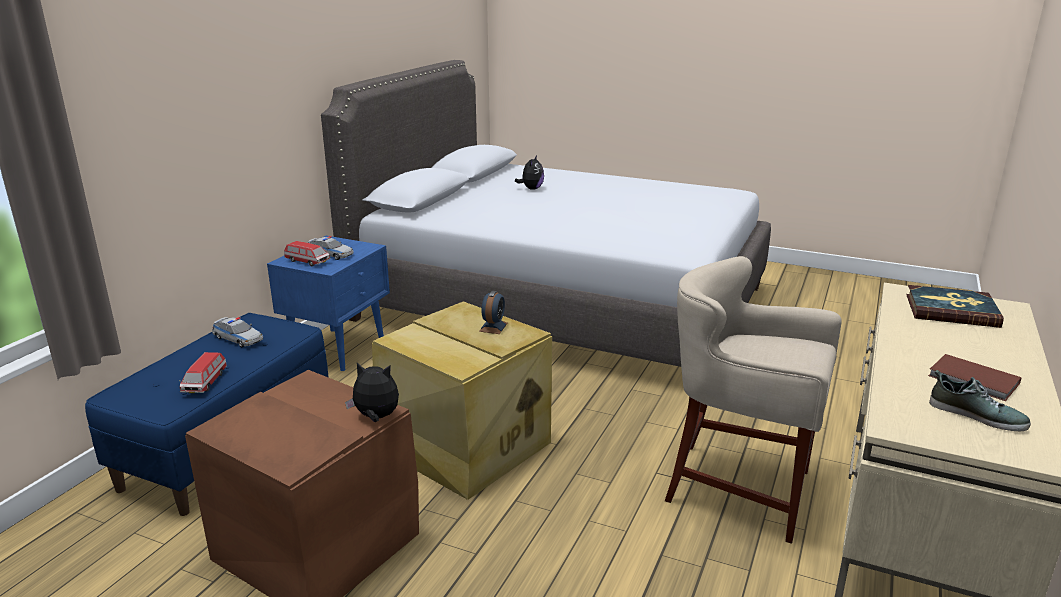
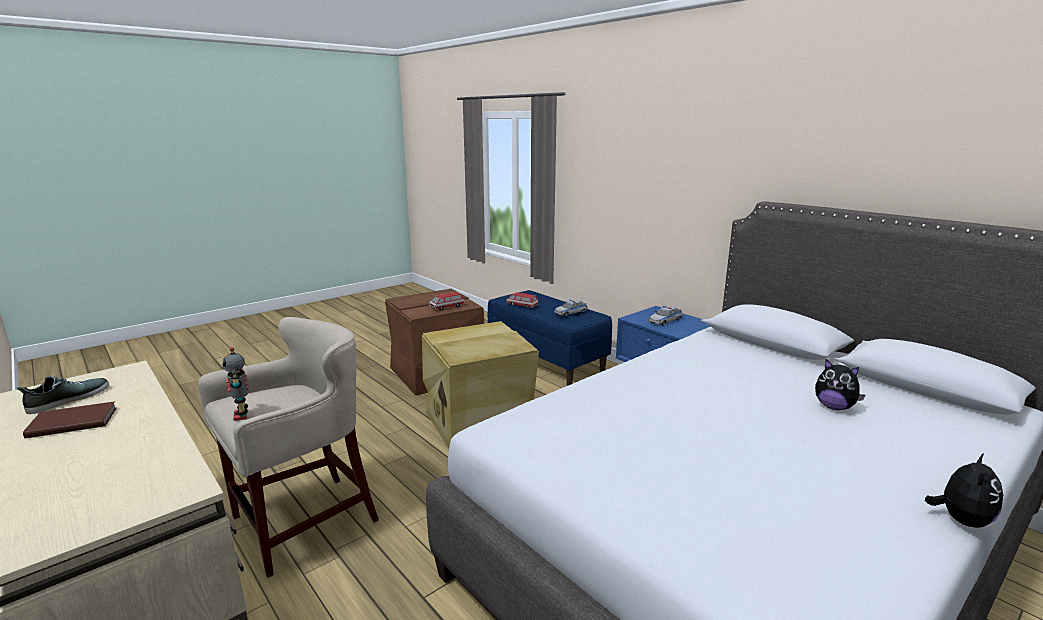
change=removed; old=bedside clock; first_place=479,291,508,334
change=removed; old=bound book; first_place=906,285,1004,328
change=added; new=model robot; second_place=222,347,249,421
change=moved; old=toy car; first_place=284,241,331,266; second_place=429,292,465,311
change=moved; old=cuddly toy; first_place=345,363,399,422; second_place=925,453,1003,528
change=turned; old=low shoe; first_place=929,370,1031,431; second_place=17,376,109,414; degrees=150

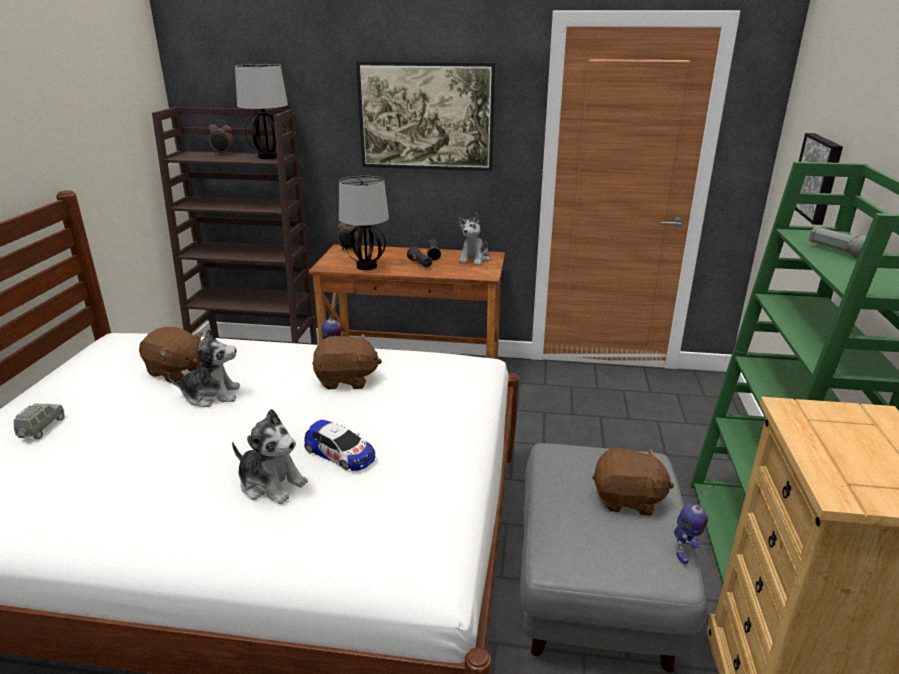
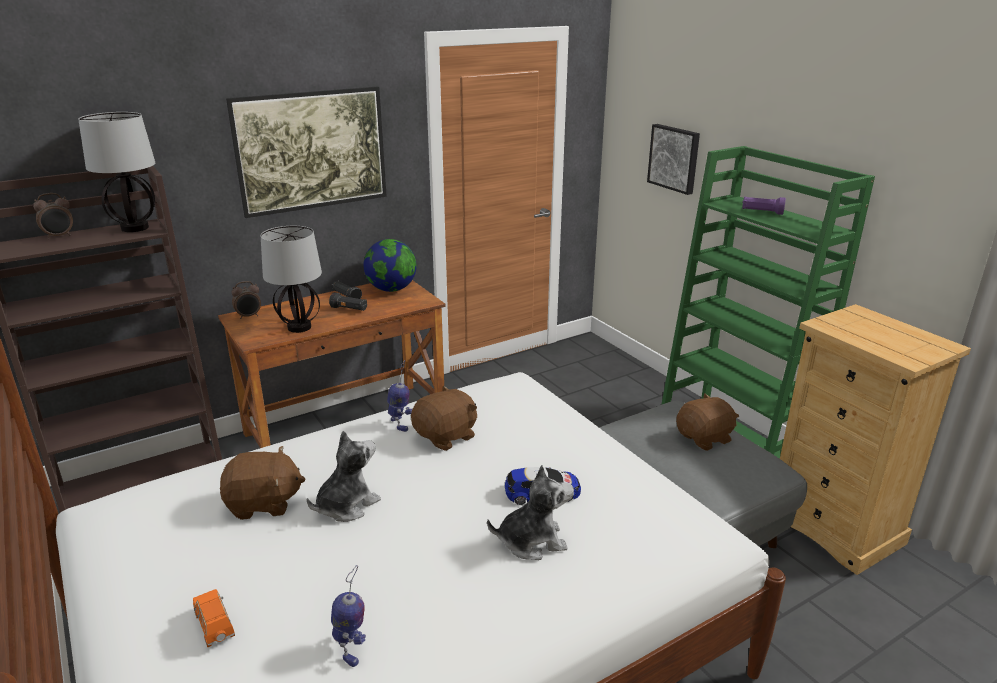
change=moved; old=model robot; first_place=674,485,714,564; second_place=331,565,366,667
change=replaced; old=cuddly toy; new=world globe; first_place=459,213,490,266; second_place=364,239,417,292
change=recoloured; old=greyish toy car; new=orange toy car; first_place=14,403,65,439; second_place=193,589,235,648
change=recoloured; old=greyish hand torch; new=purplish hand torch; first_place=809,226,866,259; second_place=742,197,786,215

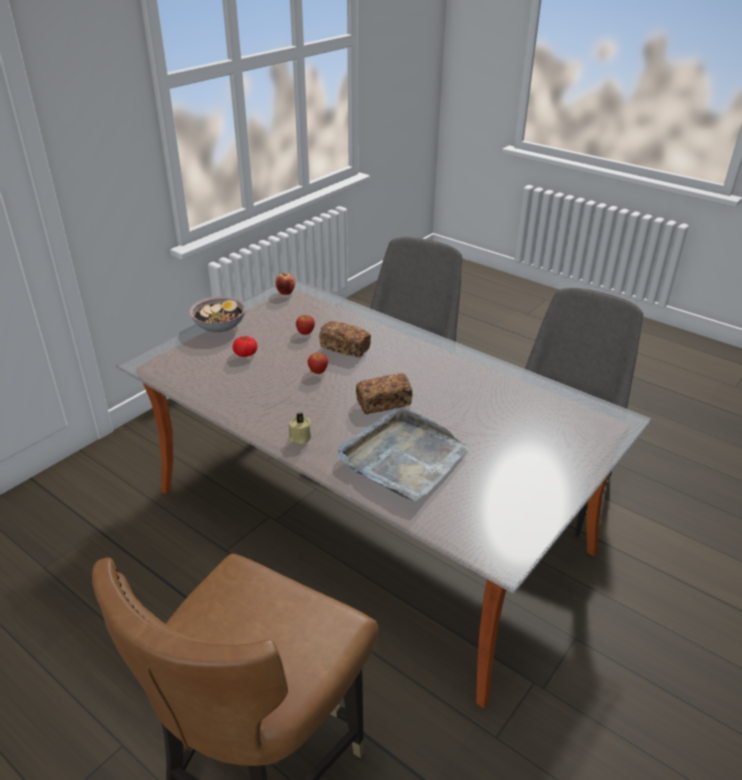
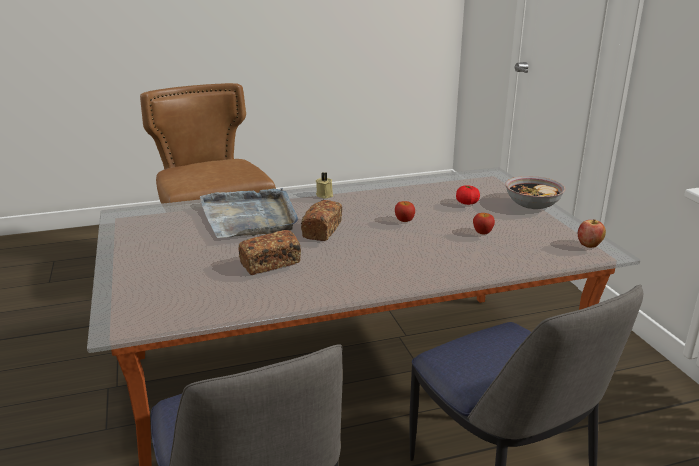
change=moved; old=baked bread; first_place=319,321,371,358; second_place=238,230,301,275

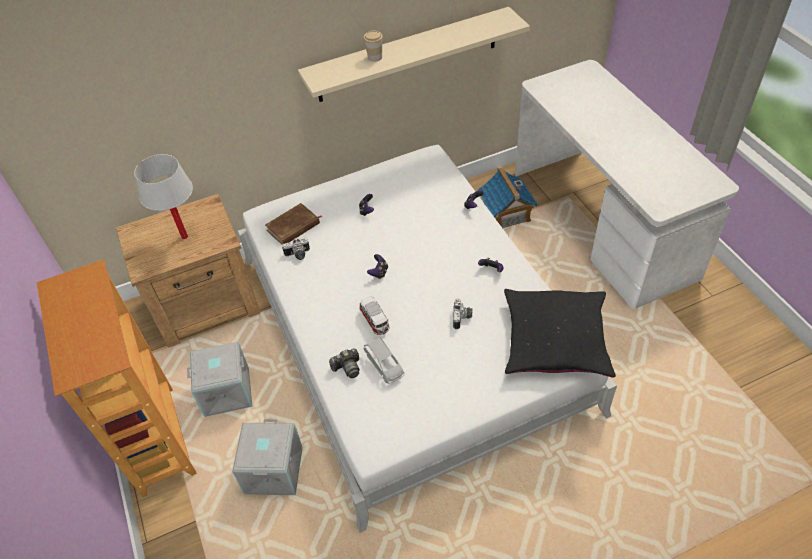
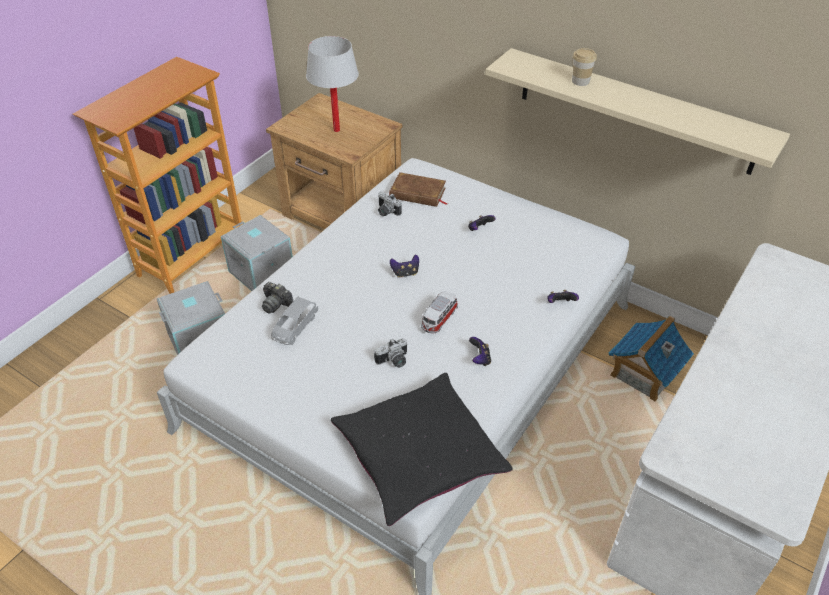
change=moved; old=toy car; first_place=359,296,390,335; second_place=421,291,458,334

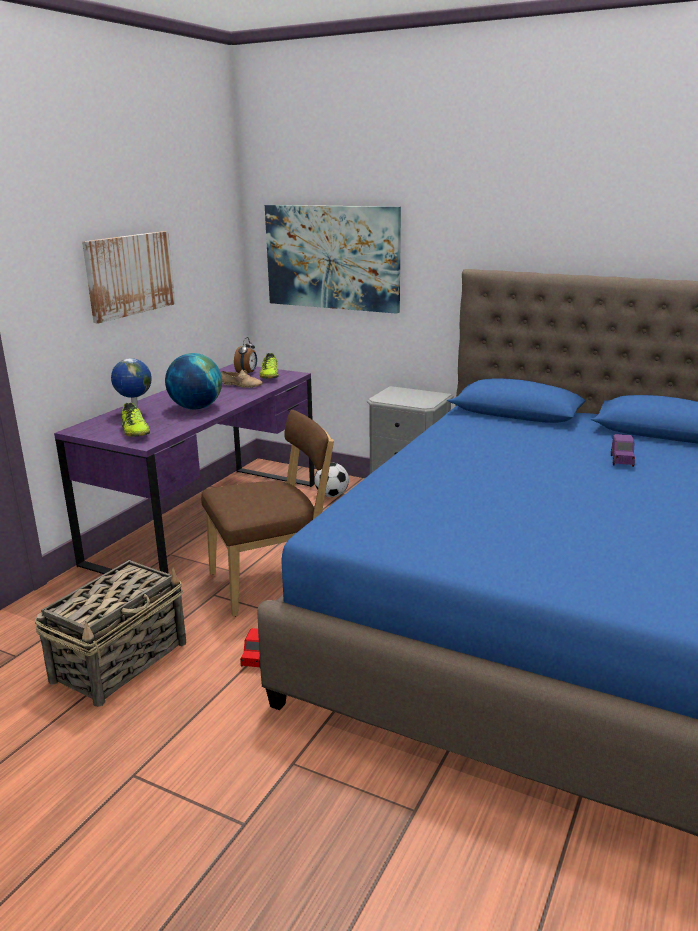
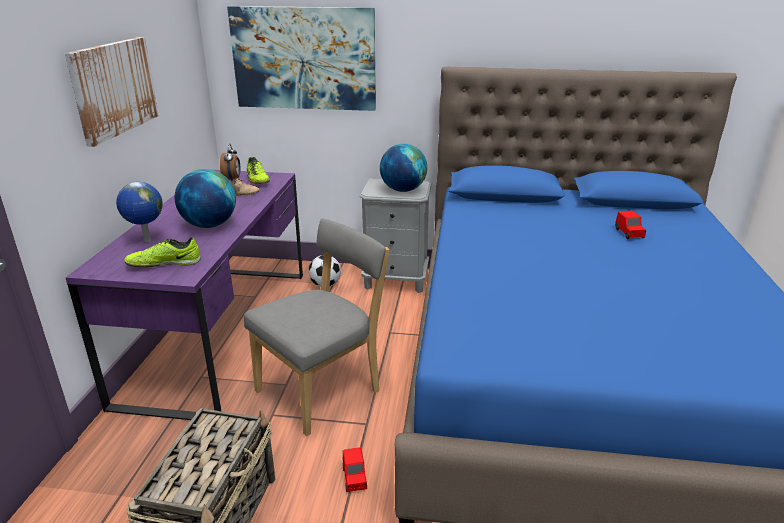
change=added; new=world globe; second_place=380,144,427,192
change=recoloured; old=brown-coloured plain chair; new=greyish plain chair; first_place=201,410,334,617; second_place=244,218,390,436
change=recoloured; old=purplish toy car; new=red-coloured toy car; first_place=611,434,635,467; second_place=615,210,646,239
change=turned; old=low shoe; first_place=122,403,150,437; second_place=124,237,201,268; degrees=120

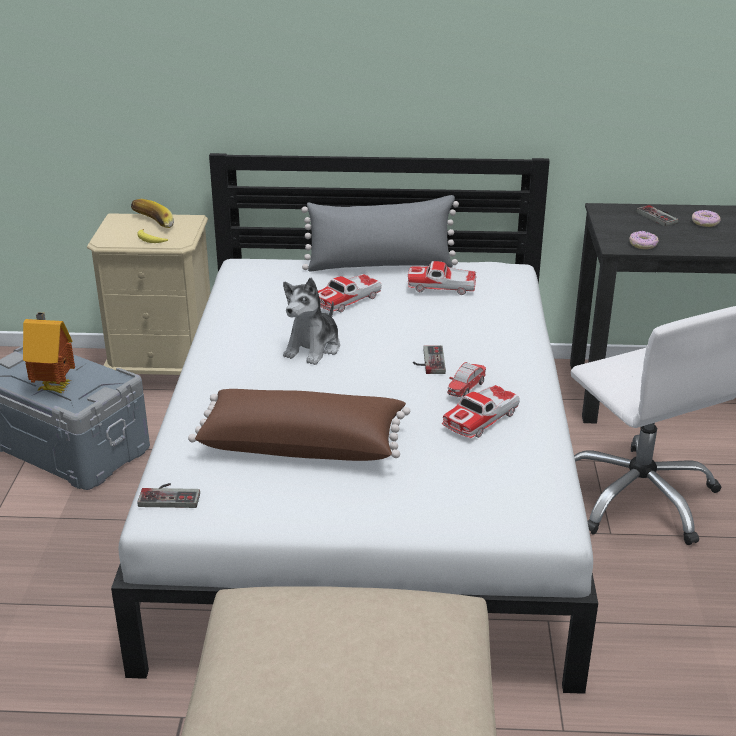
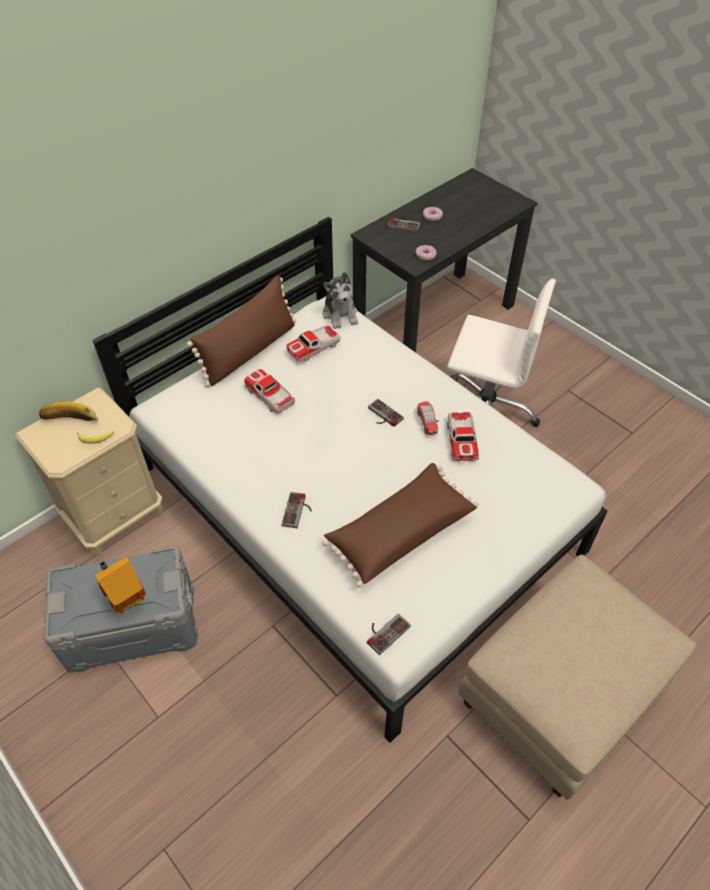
change=added; new=joypad; second_place=282,492,312,528
change=moved; old=cuddly toy; first_place=283,278,340,365; second_place=323,272,358,329
change=recoloured; old=greyish cushion; new=brown-coloured cushion; first_place=301,195,459,271; second_place=187,275,296,387
change=turned; old=toy car; first_place=318,274,382,313; second_place=244,369,295,414; degrees=135

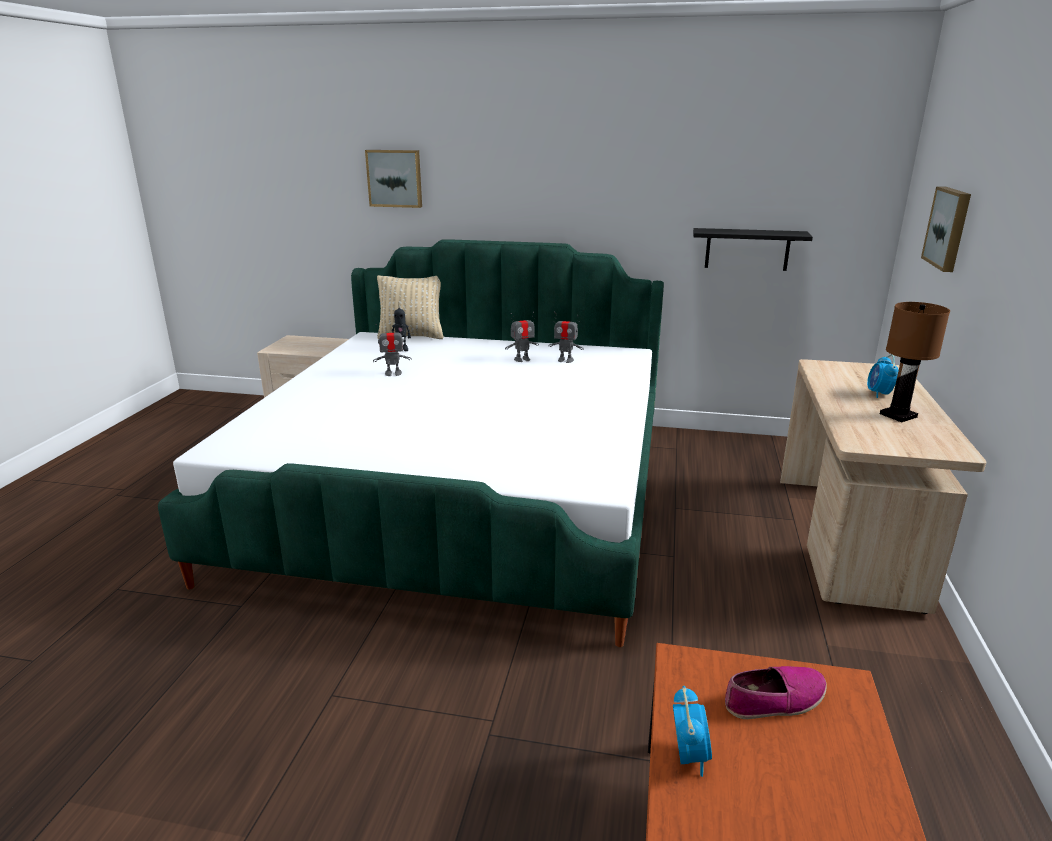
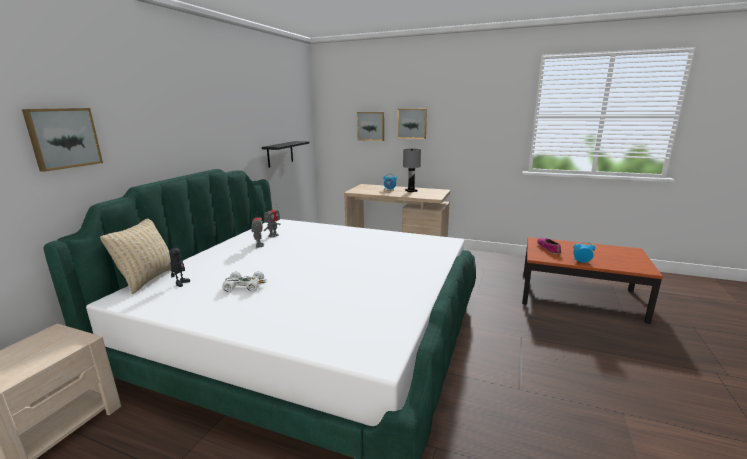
change=added; new=picture; second_place=397,109,427,139
change=replaced; old=model robot; new=whitish toy car; first_place=373,324,412,376; second_place=222,271,267,292
change=recoloured; old=brown-coloured tabletop lamp; new=greyish tabletop lamp; first_place=880,302,950,422; second_place=403,149,421,192

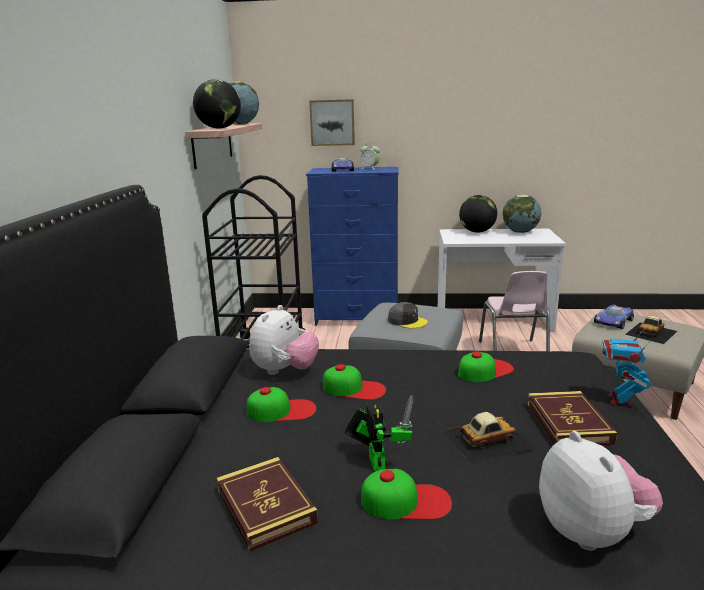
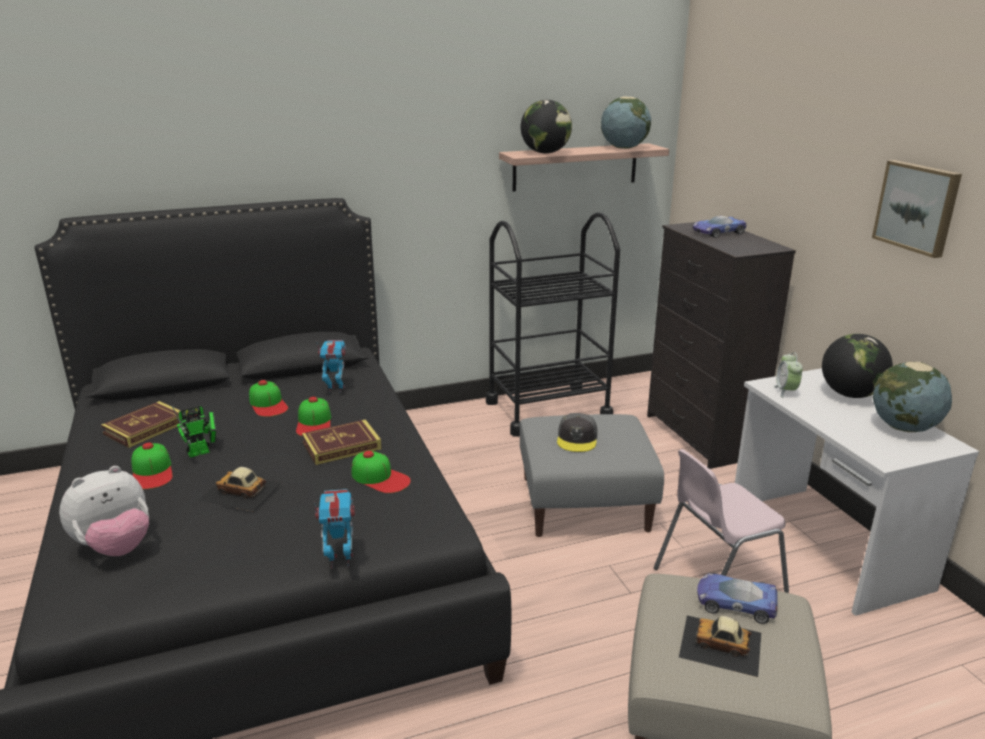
change=moved; old=picture; first_place=309,99,355,146; second_place=872,160,962,258
change=moved; old=bedside clock; first_place=360,143,380,170; second_place=774,352,803,398
change=moved; old=bound book; first_place=527,391,617,446; second_place=302,419,382,465
change=replaced; old=cuddly toy; new=model robot; first_place=249,305,319,375; second_place=316,340,346,393
change=recoloured; old=blue-coloured dresser; new=blackish dresser; first_place=306,167,399,326; second_place=647,222,796,469
change=turned; old=toy car; first_place=442,412,535,464; second_place=198,467,282,512; degrees=150

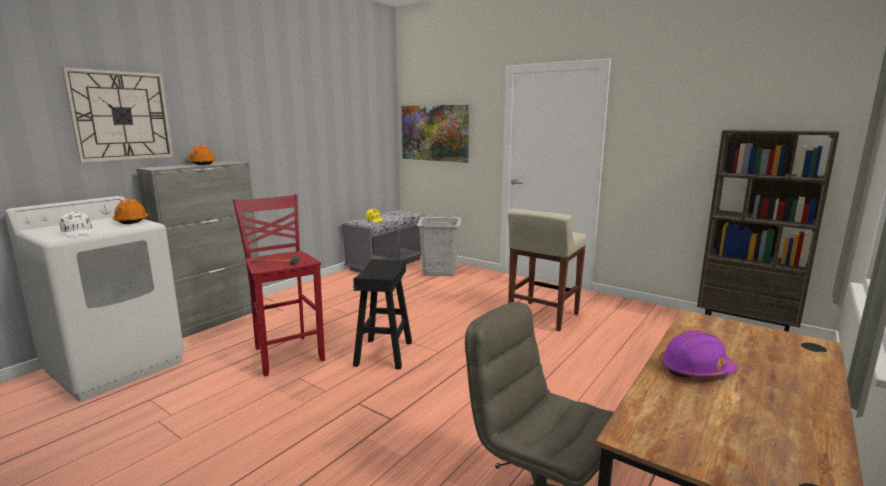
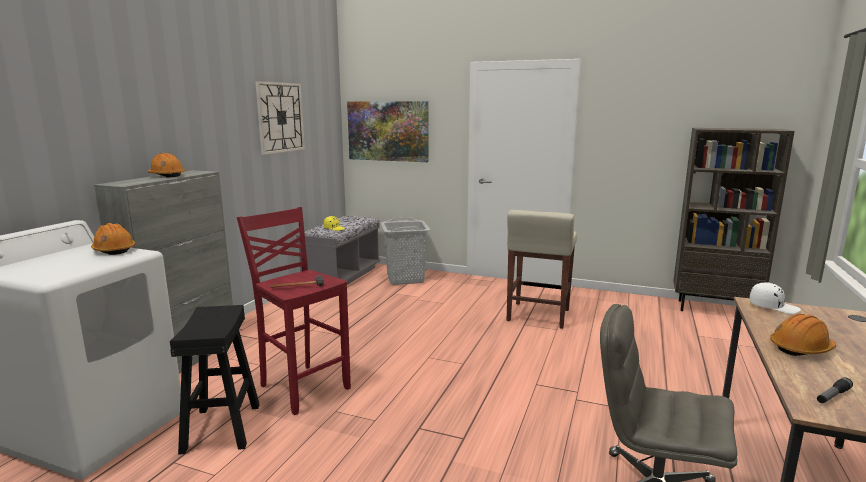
change=added; new=hand torch; second_place=817,377,853,403
change=moved; old=whitish cap; first_place=60,212,94,237; second_place=749,282,801,314
change=moved; old=wall clock; first_place=62,67,173,162; second_place=255,81,305,155
change=moved; old=blackish stool seat; first_place=353,259,412,370; second_place=170,305,260,455
change=recoloured; old=purplish safety helmet; new=orange safety helmet; first_place=660,330,738,377; second_place=770,314,836,356

